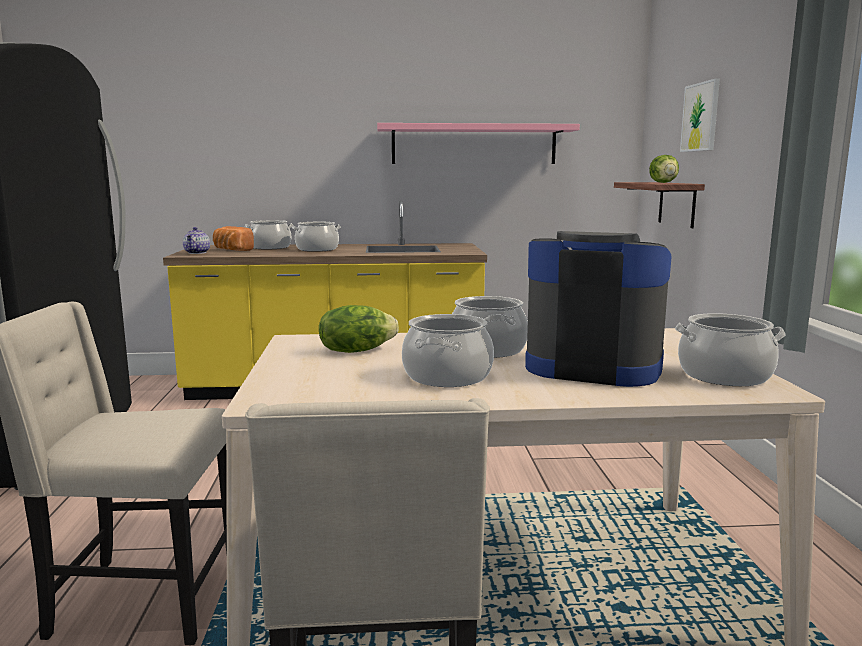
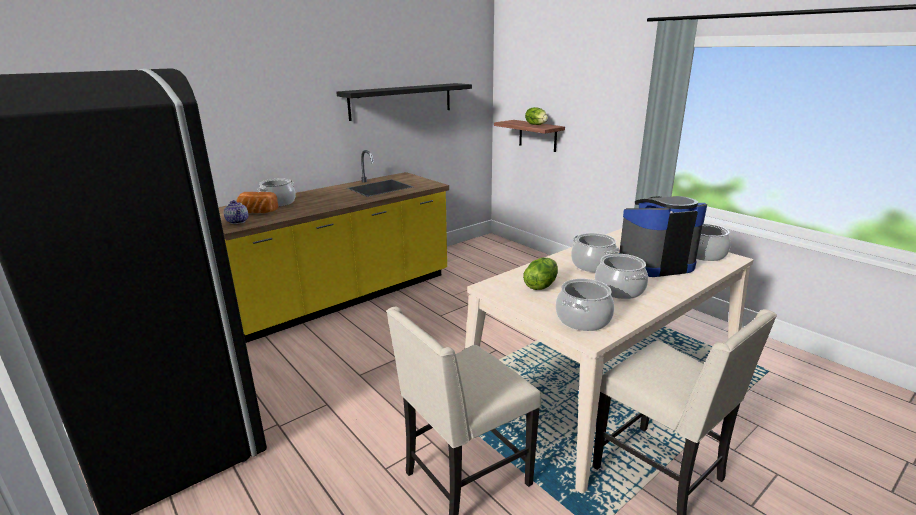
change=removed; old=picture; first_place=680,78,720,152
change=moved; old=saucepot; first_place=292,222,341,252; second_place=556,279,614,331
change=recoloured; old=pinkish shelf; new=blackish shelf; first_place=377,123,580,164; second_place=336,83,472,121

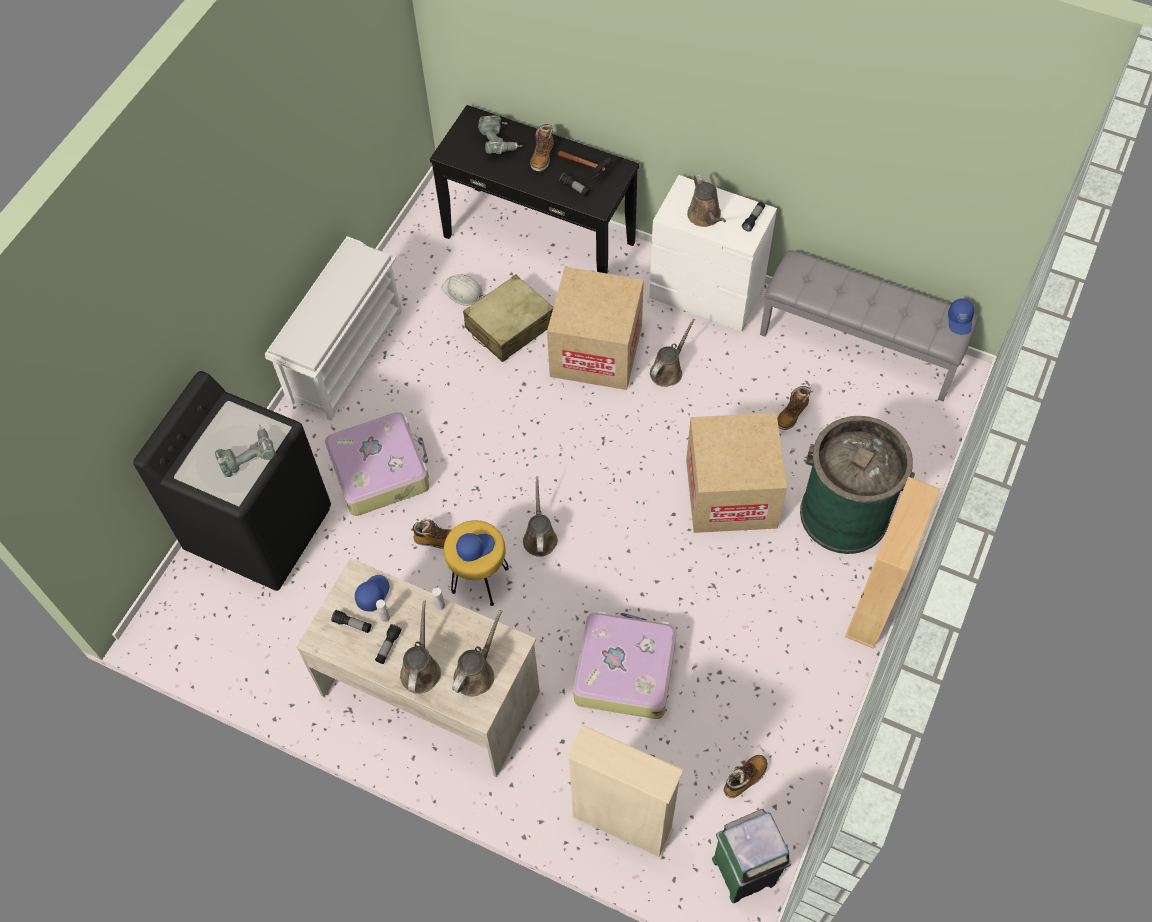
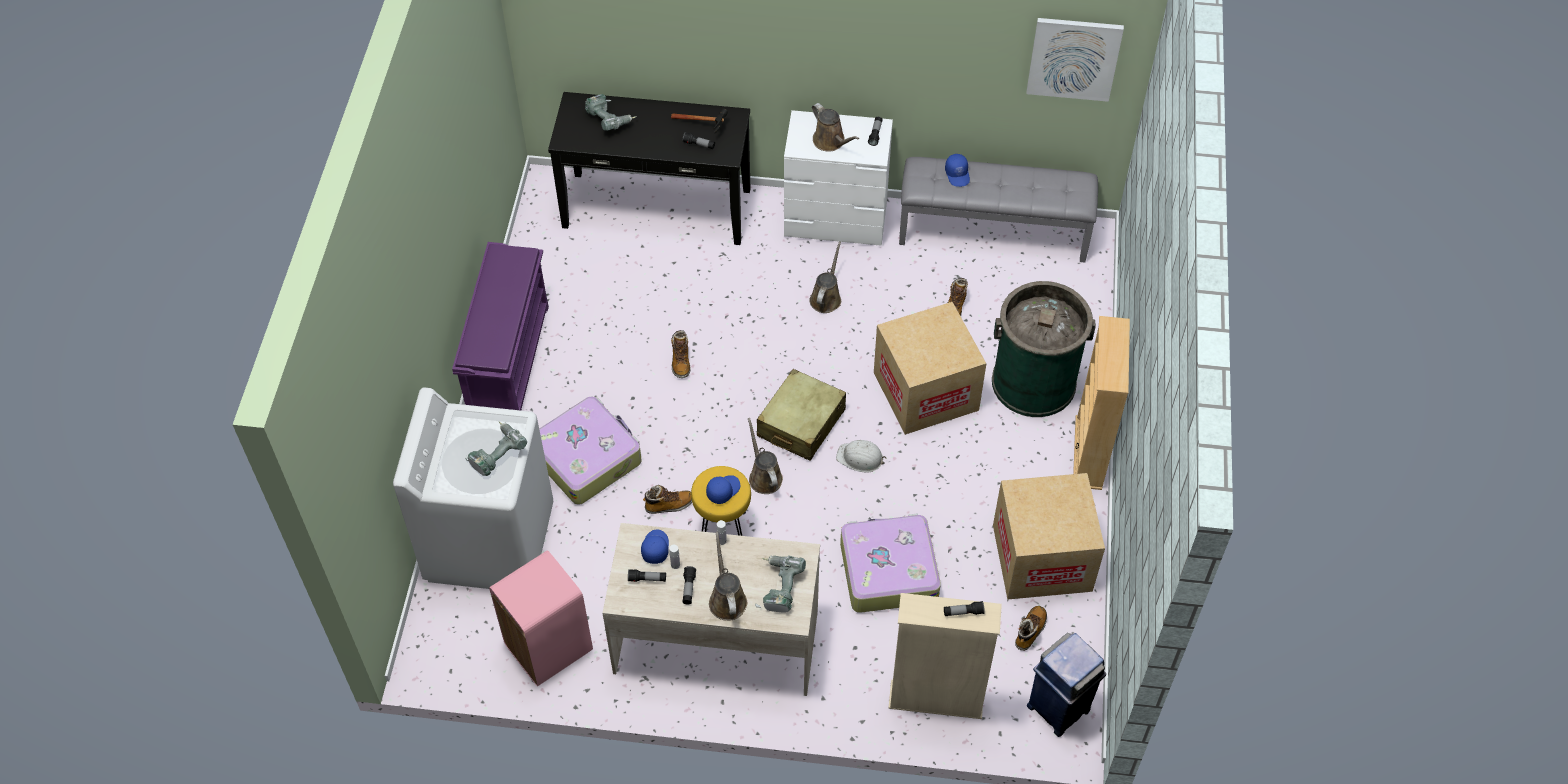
change=added; new=pinkish waste bin; second_place=489,550,593,686
change=added; new=hand torch; second_place=944,601,985,616
change=added; new=picture; second_place=1026,18,1124,102
change=moved; old=whitish safety helmet; first_place=441,274,484,306; second_place=836,440,886,473
change=moved; old=sand-coloured suitcase; first_place=463,274,553,362; second_place=757,369,846,461
change=moved; old=tall boot; first_place=531,124,554,172; second_place=671,330,690,378
change=moved; old=carton; first_place=547,267,644,390; second_place=993,473,1105,600
change=moved; old=blue-coloured cap; first_place=948,298,974,335; second_place=945,154,970,187
change=replaced; old=brown-coloured watering pot; new=power drill; first_place=452,610,503,696; second_place=755,556,806,613
change=recoloured; old=blackish washing machine; new=whitish washing machine; first_place=133,371,331,591; second_place=393,387,553,589
change=recoloured; old=whitish shoe stand; new=purplish shoe stand; first_place=265,236,402,421; second_place=452,242,549,411
change=recoloured; old=greenish waste bin; new=blue-coloured waste bin; first_place=712,809,791,903; second_place=1027,633,1106,737

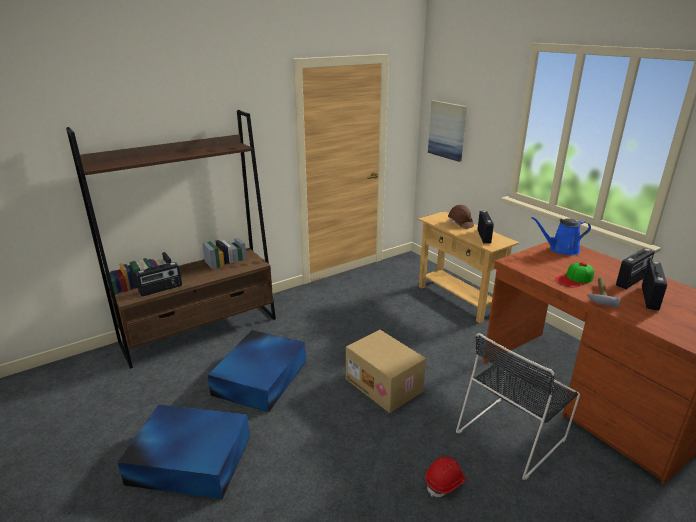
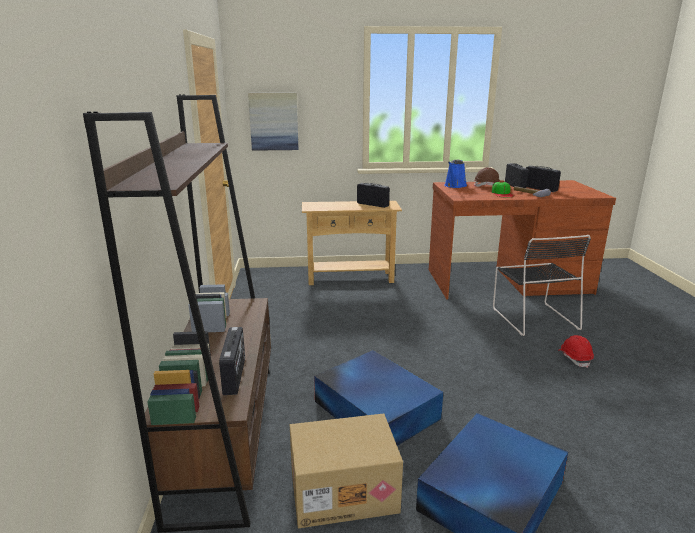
change=moved; old=carton; first_place=346,330,426,413; second_place=290,413,403,528
change=moved; old=brown-coloured safety helmet; first_place=448,205,474,229; second_place=474,167,500,187

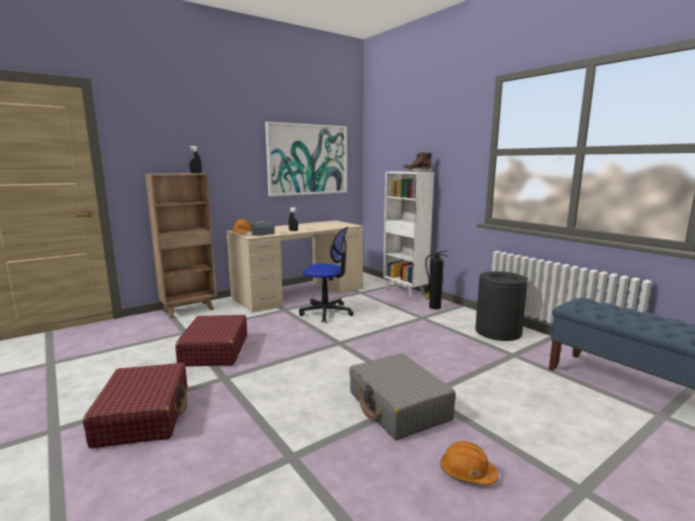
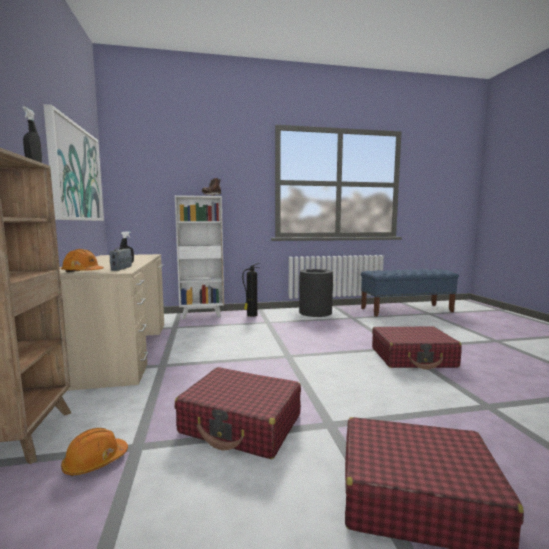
change=removed; old=desk chair; first_place=299,227,354,323
change=moved; old=orange safety helmet; first_place=441,441,499,485; second_place=61,428,128,476
change=recoloured; old=greyish suitcase; new=red-coloured suitcase; first_place=349,353,456,440; second_place=372,326,462,369

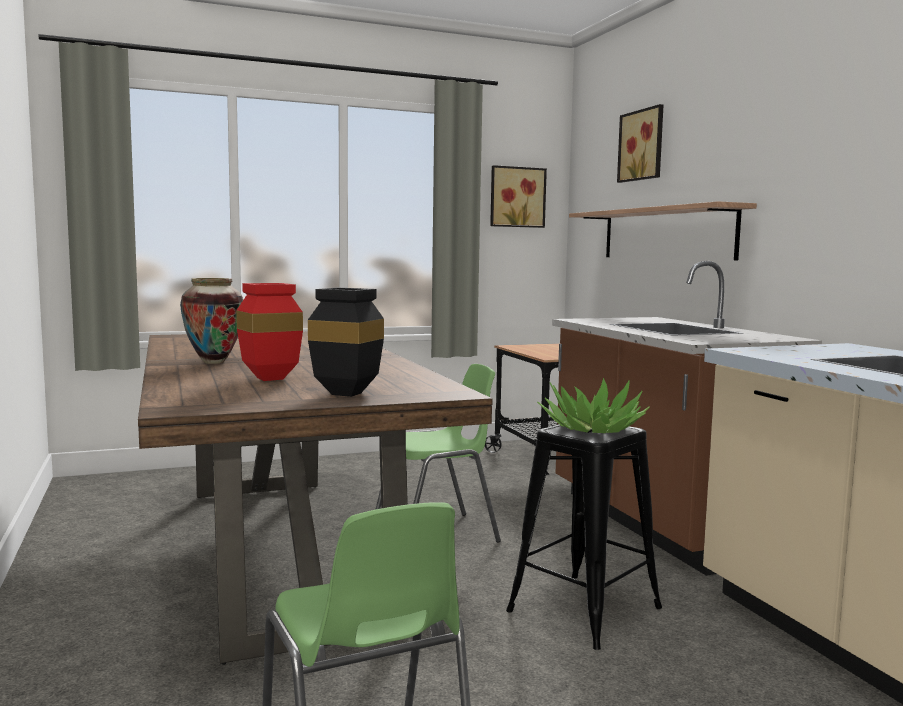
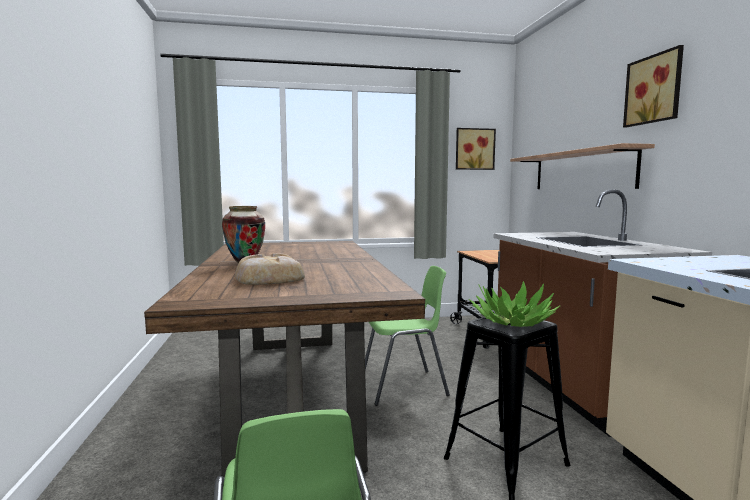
change=removed; old=blackish decorative vase; first_place=308,287,384,397
change=moved; old=picture; first_place=617,104,664,183; second_place=623,45,684,128
change=replaced; old=red-coloured decorative vase; new=baked bread; first_place=236,283,303,381; second_place=235,253,305,285

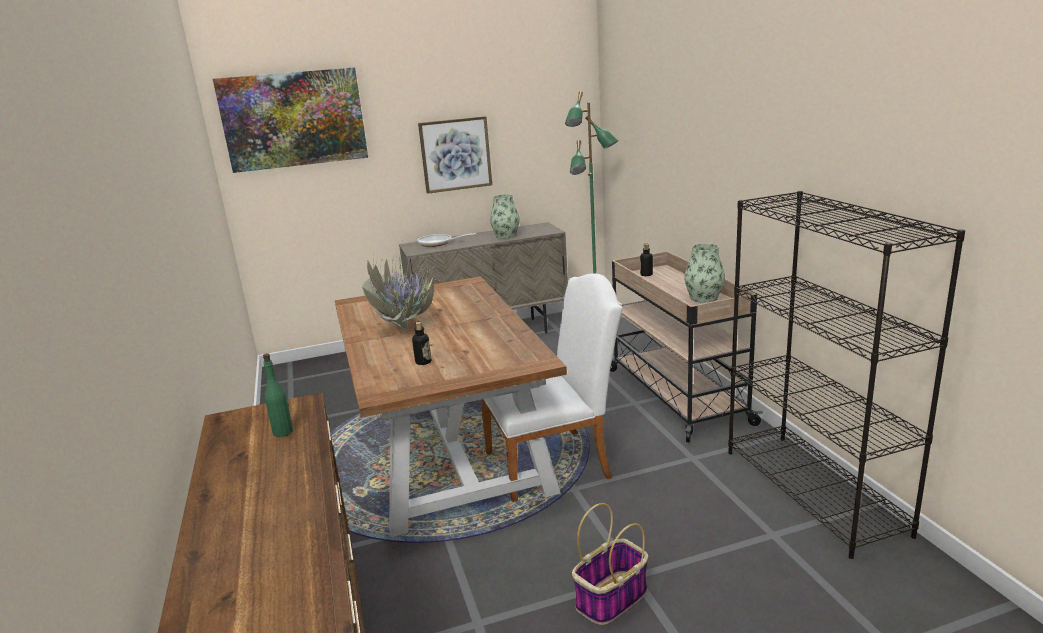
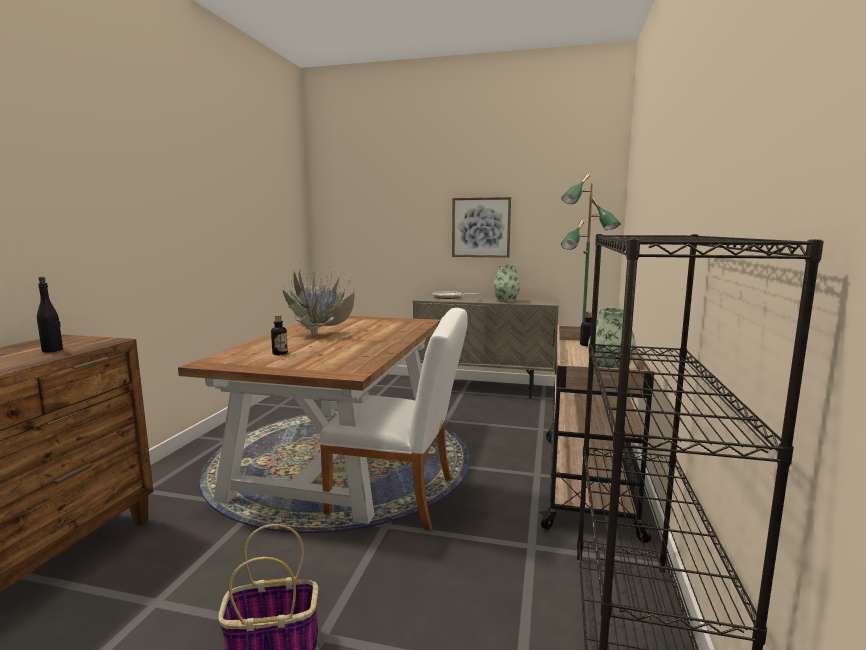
change=removed; old=picture; first_place=213,67,368,173
change=recoloured; old=greenish bottle; new=blackish bottle; first_place=263,354,293,437; second_place=37,277,63,352

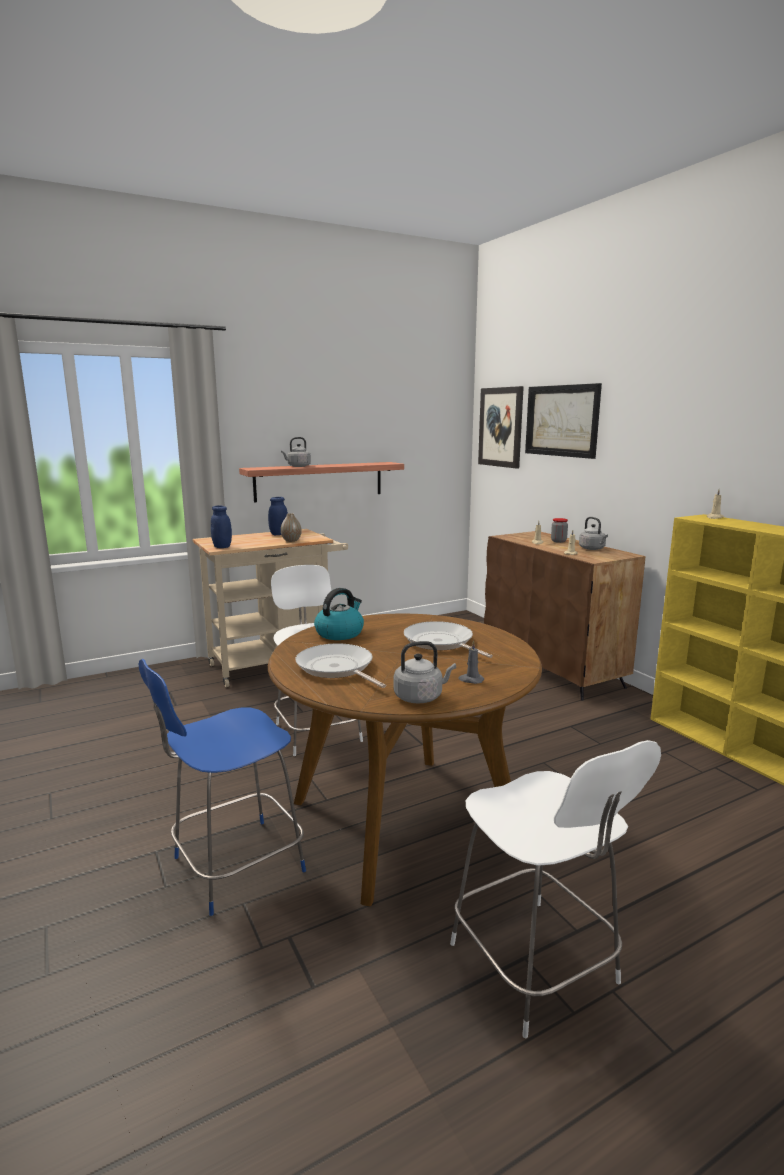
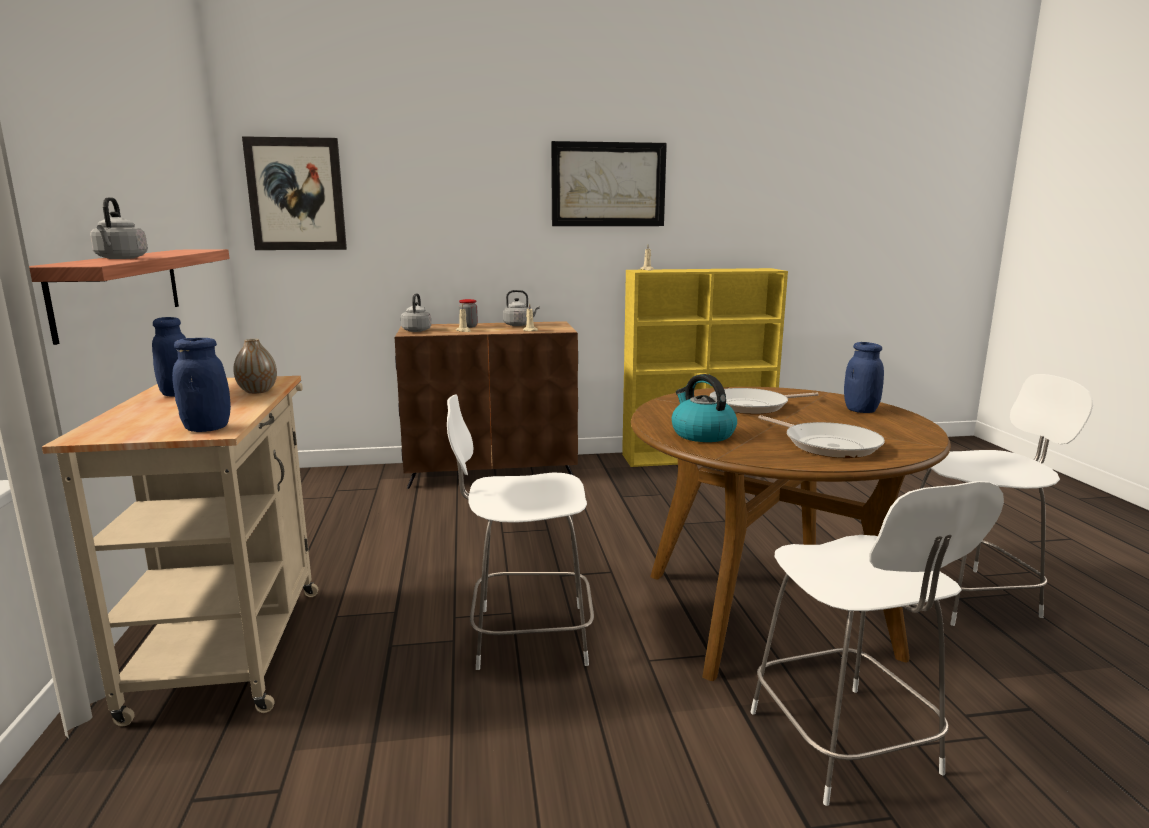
change=moved; old=greyish tea kettle; first_place=394,641,456,703; second_place=401,294,431,332
change=moved; old=picture; first_place=525,383,602,459; second_place=551,141,667,226
change=replaced; old=greyish wax light; new=blue-coloured preserve jar; first_place=459,640,484,684; second_place=844,342,884,413
change=recoloured; old=blue-coloured plain chair; new=whitish plain chair; first_place=139,659,306,916; second_place=750,481,1004,806
change=turned; old=pan; first_place=295,643,386,688; second_place=758,415,885,458; degrees=-105

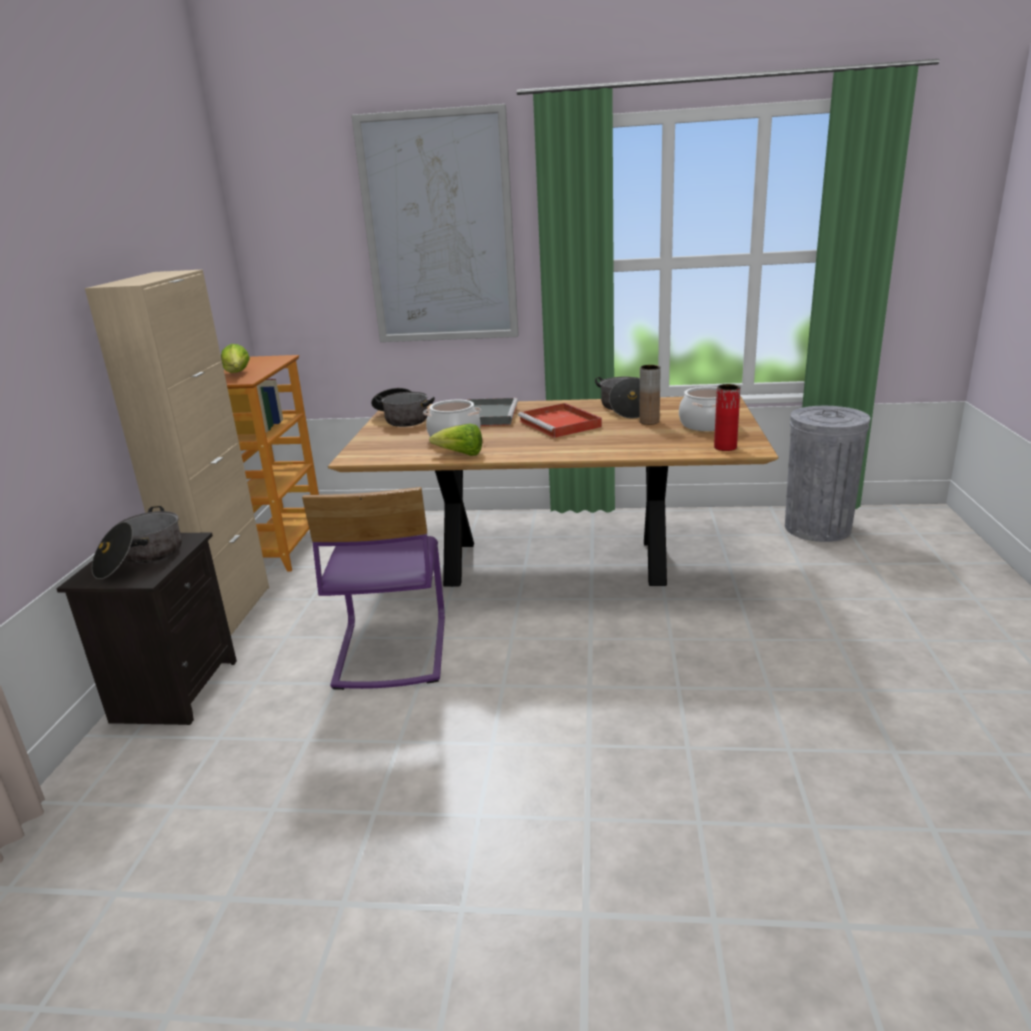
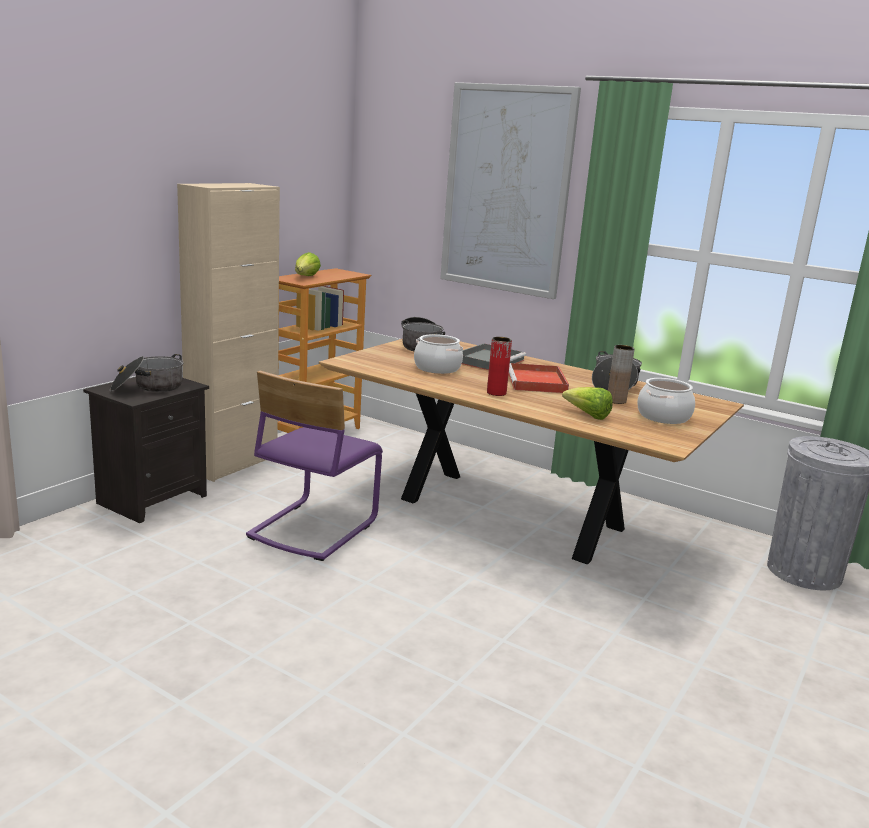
change=moved; old=head of lettuce; first_place=429,424,482,456; second_place=562,387,613,420
change=moved; old=red-coloured decorative vase; first_place=714,384,741,451; second_place=487,337,512,396

